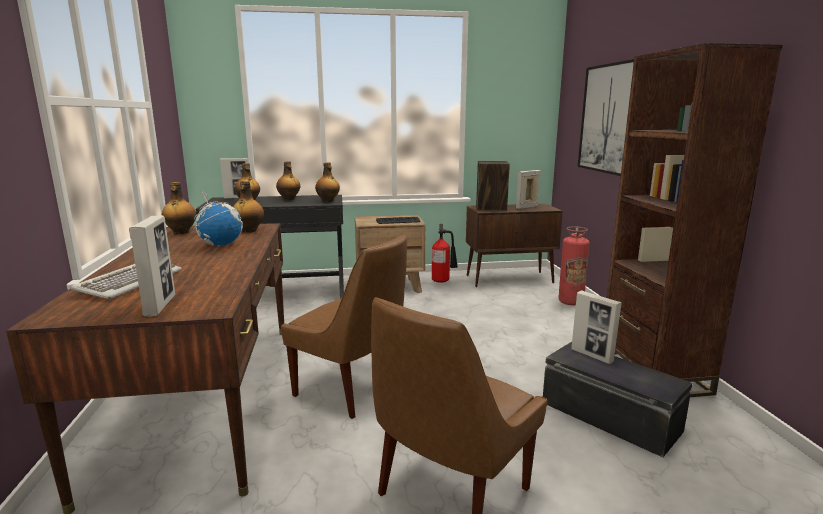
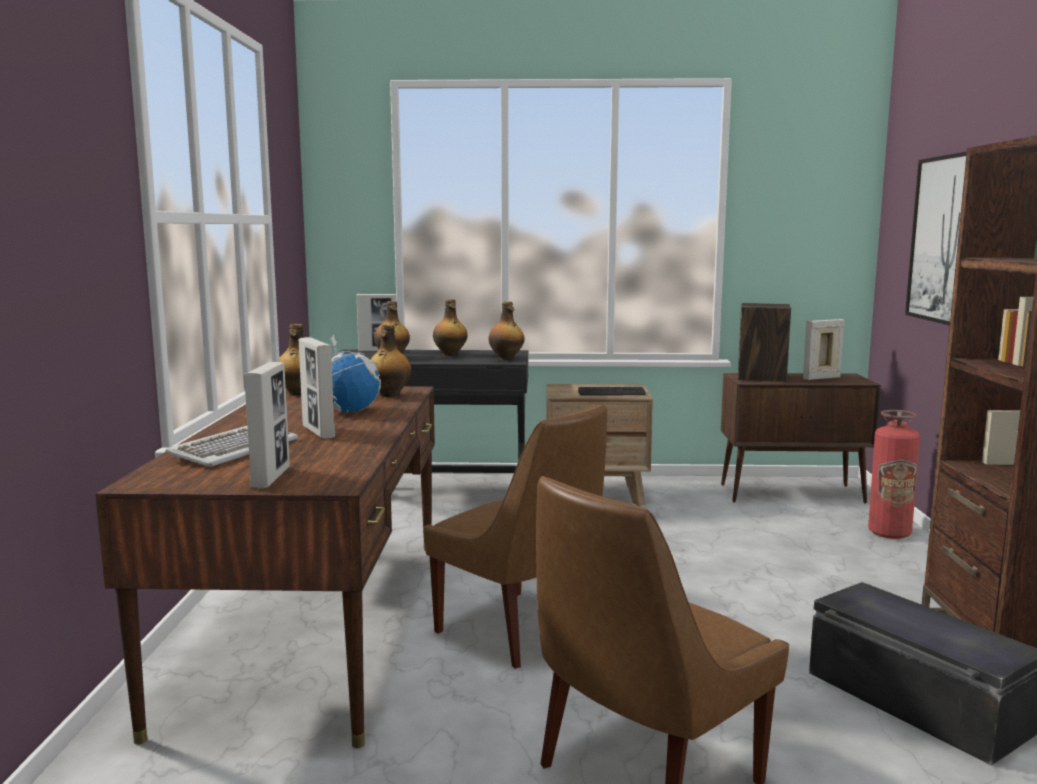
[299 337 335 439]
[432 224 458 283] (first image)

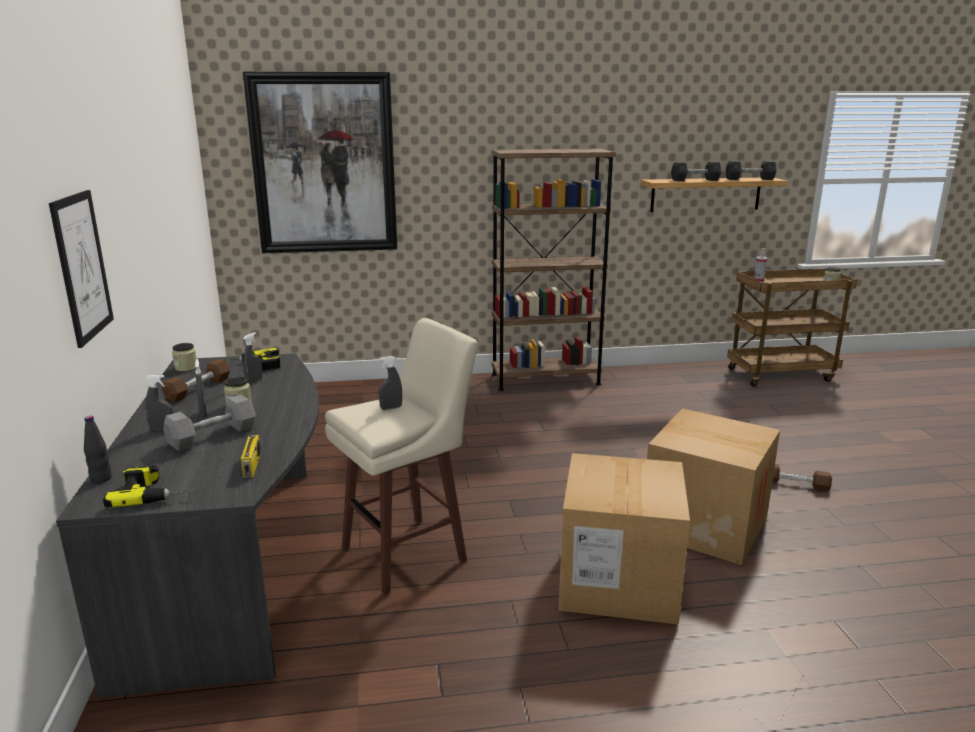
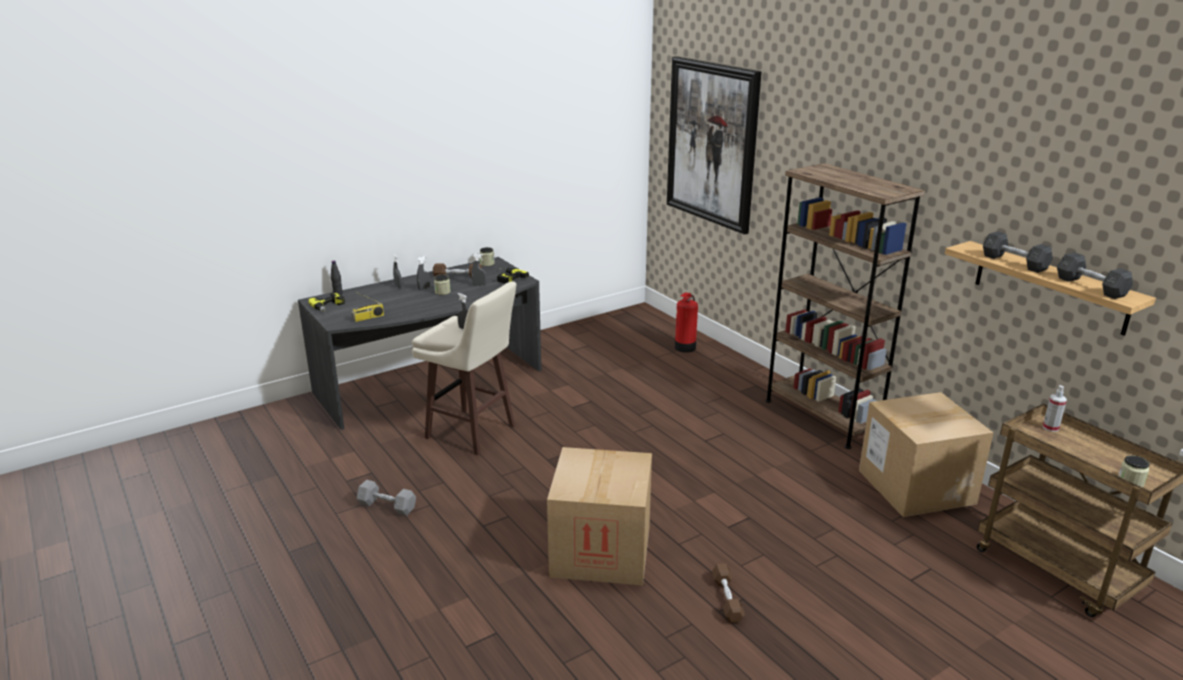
[357 480 416 516]
[675 292 698 353]
[859 392 993 517]
[49 190 114 348] (first image)

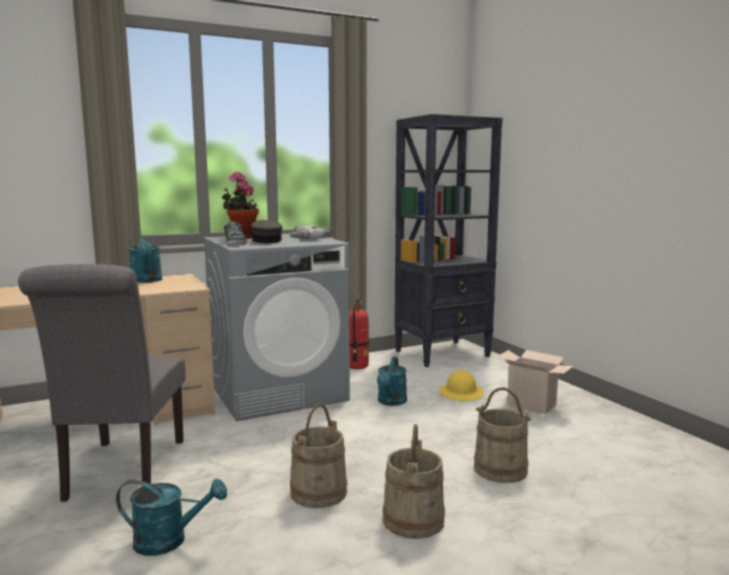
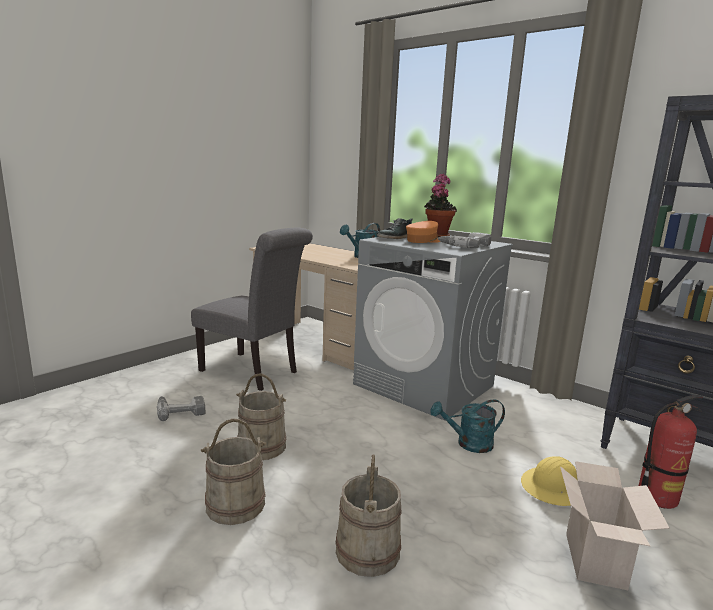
[157 396 205 421]
[191 228 313 391]
[406 221 441 243]
[638 395 703 509]

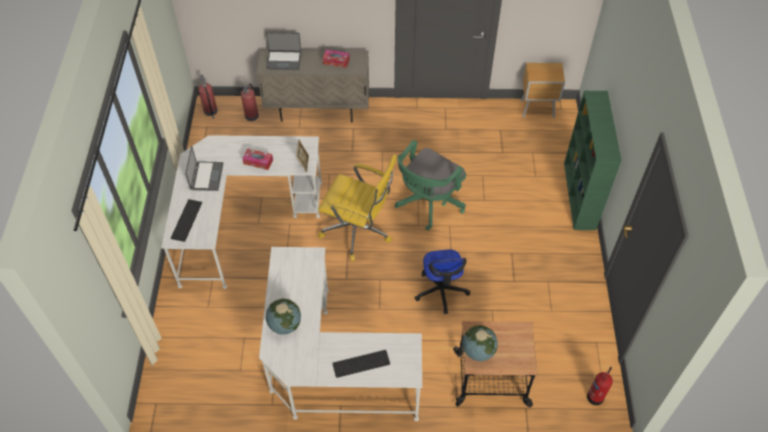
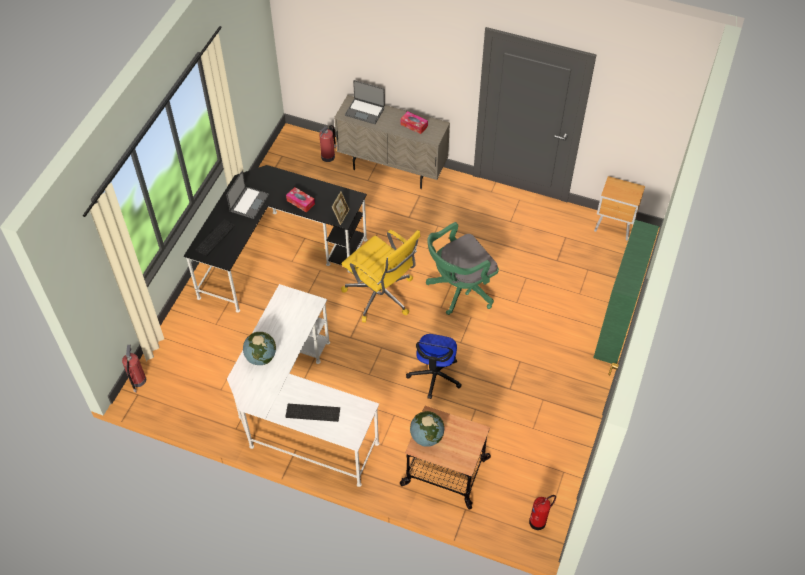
[122 345 146 393]
[184 165 367 313]

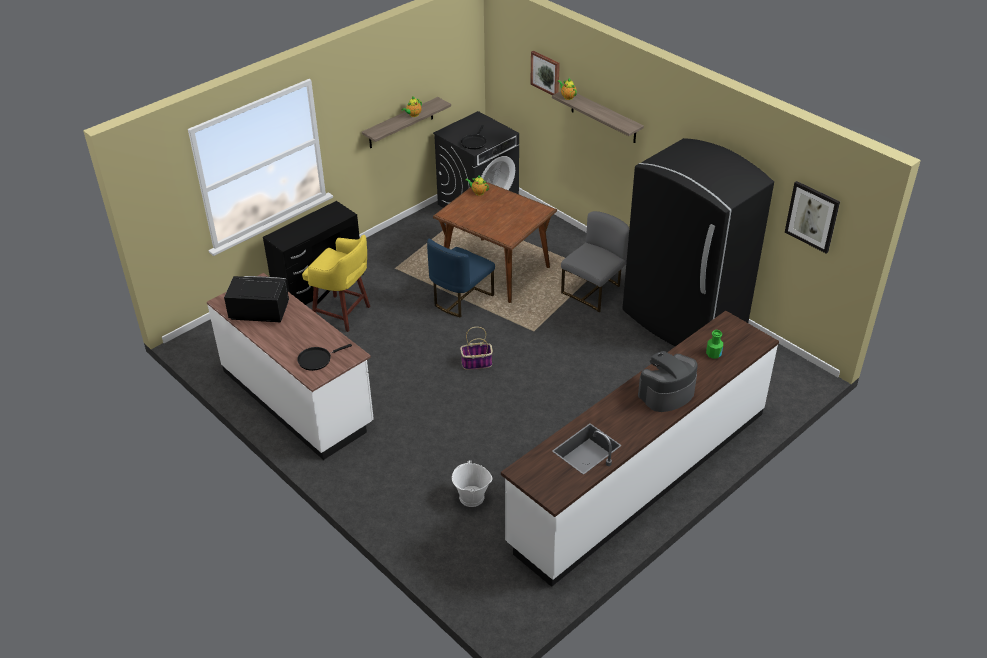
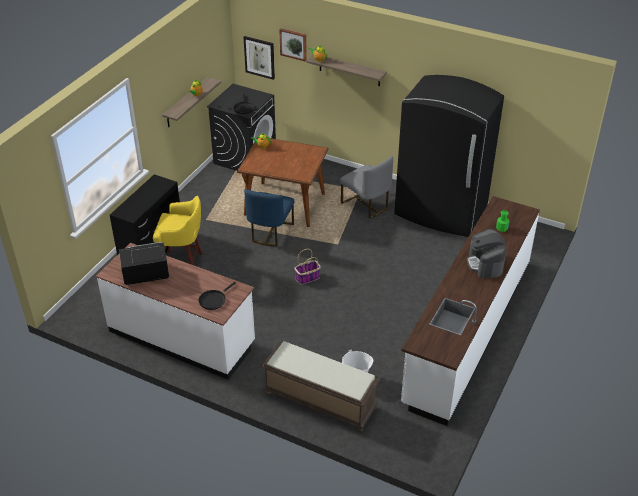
[244 36 275 80]
[262 341 380 432]
[340 156 393 218]
[467 229 506 278]

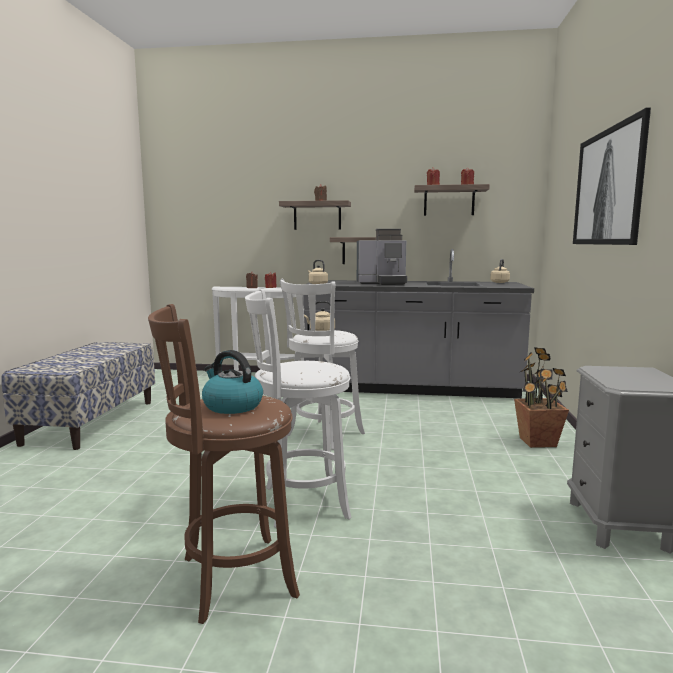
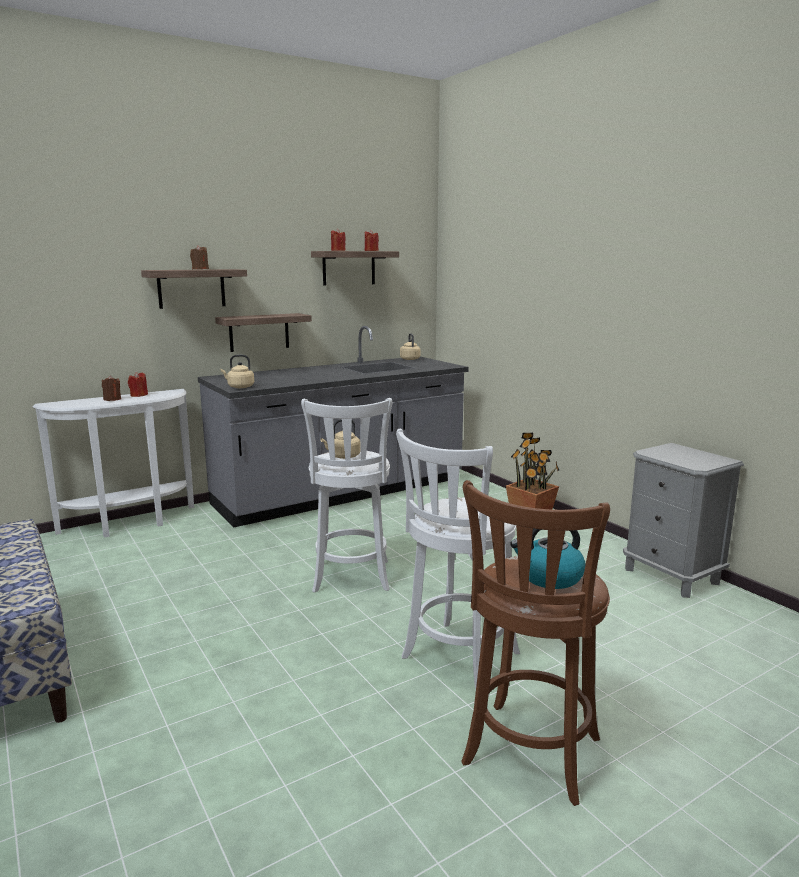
[357 229 407 285] (first image)
[573 107 651 245] (first image)

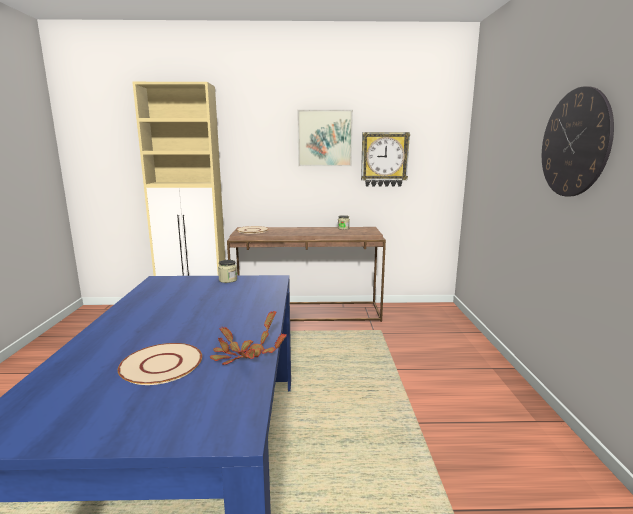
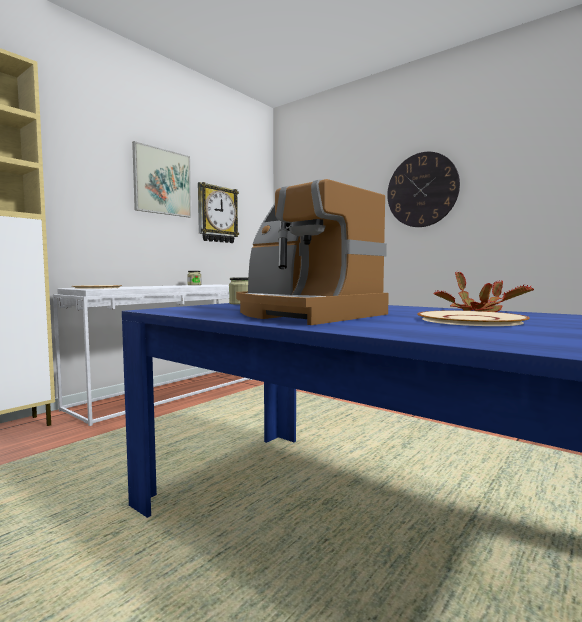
[53 285 252 426]
[236 179 389 325]

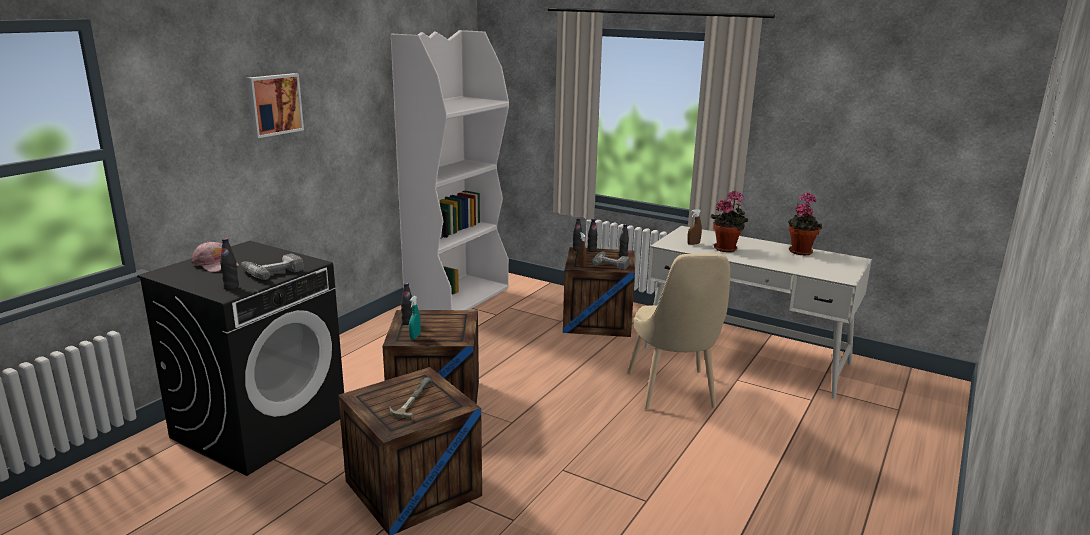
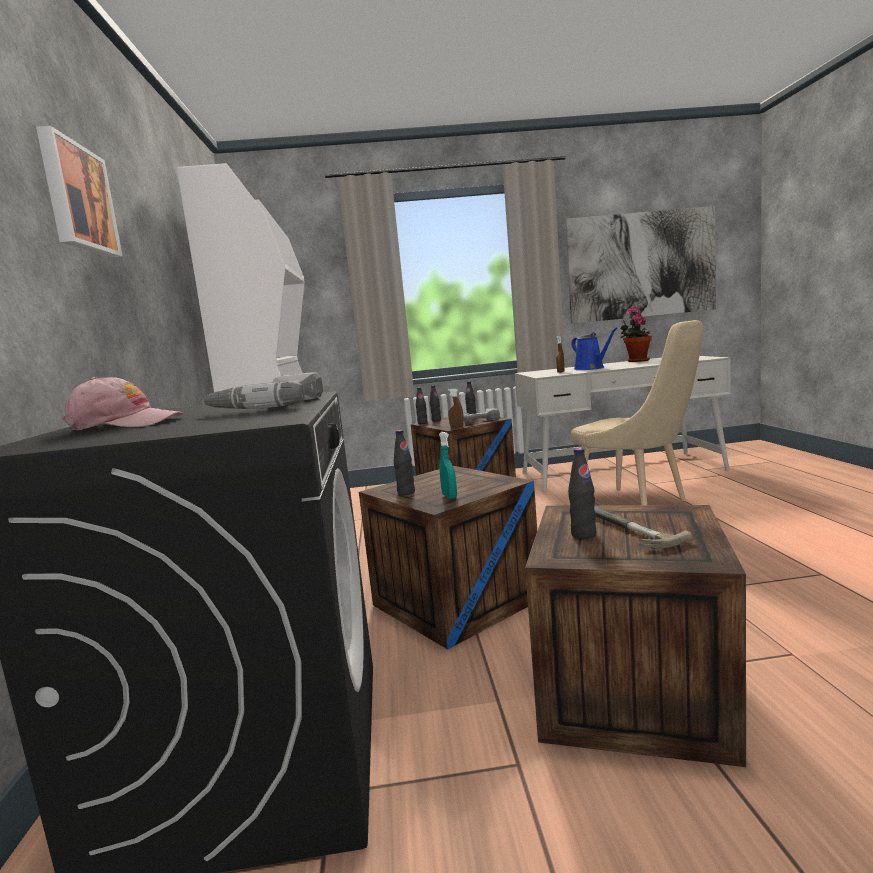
[565 206 716 324]
[568 448 596 539]
[571 328 618 370]

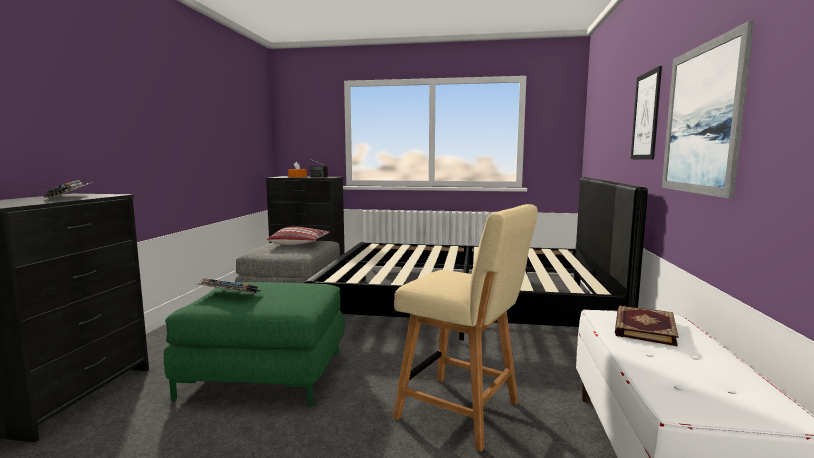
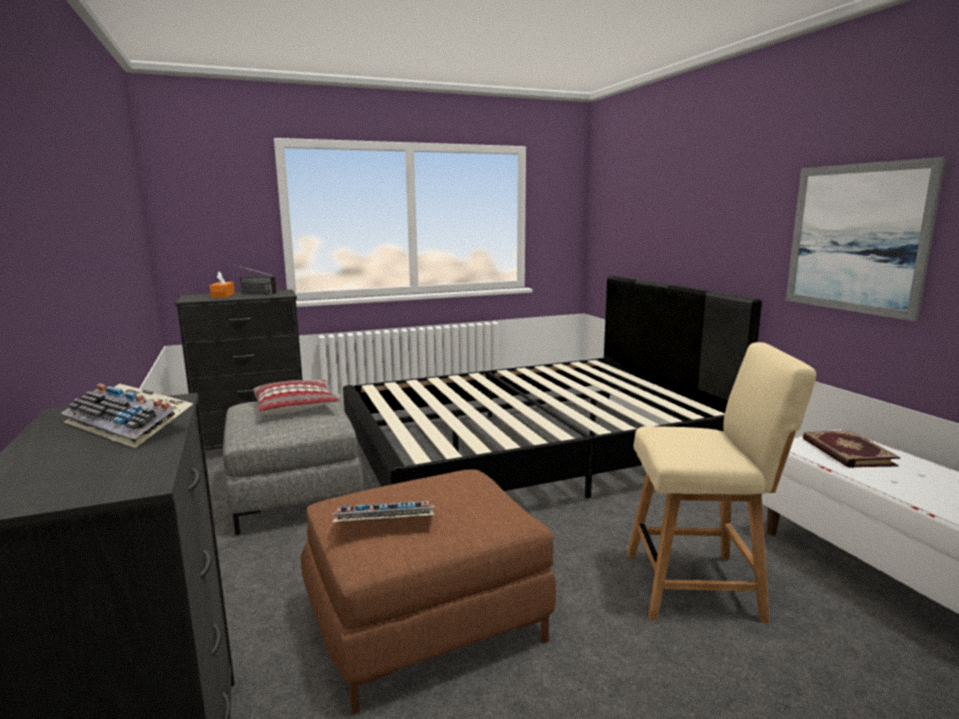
[301 470 556 715]
[631 66 662 160] (first image)

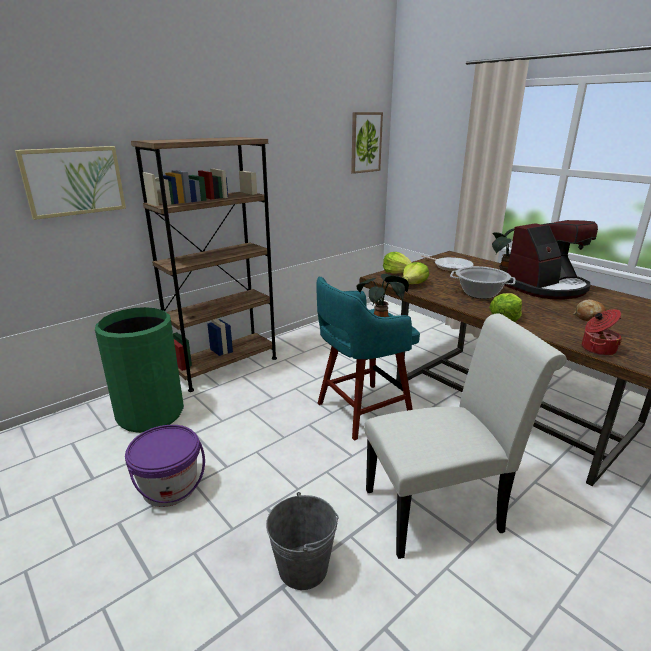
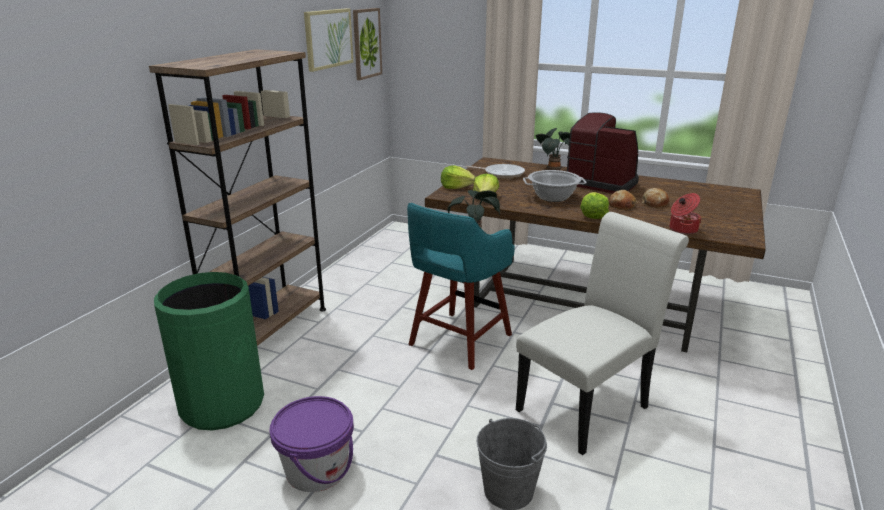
[304 8 353 72]
[567 112 639 194]
[609 190 637 210]

